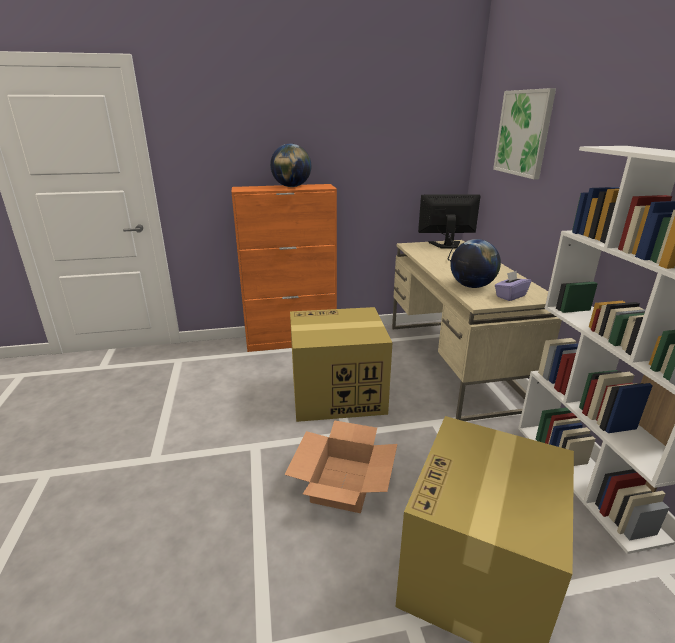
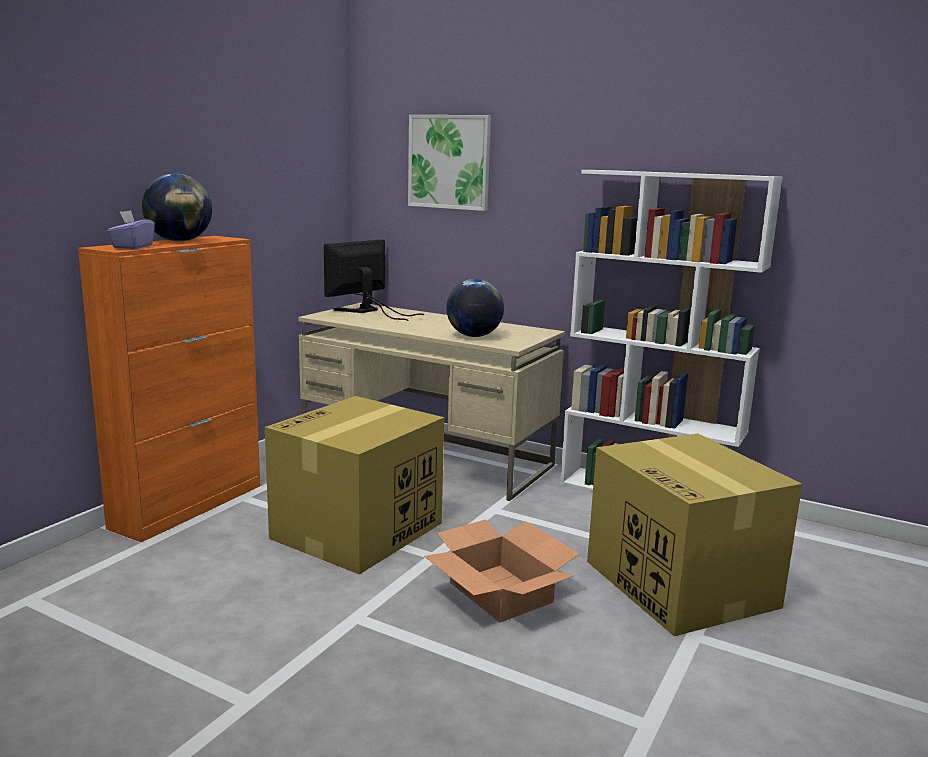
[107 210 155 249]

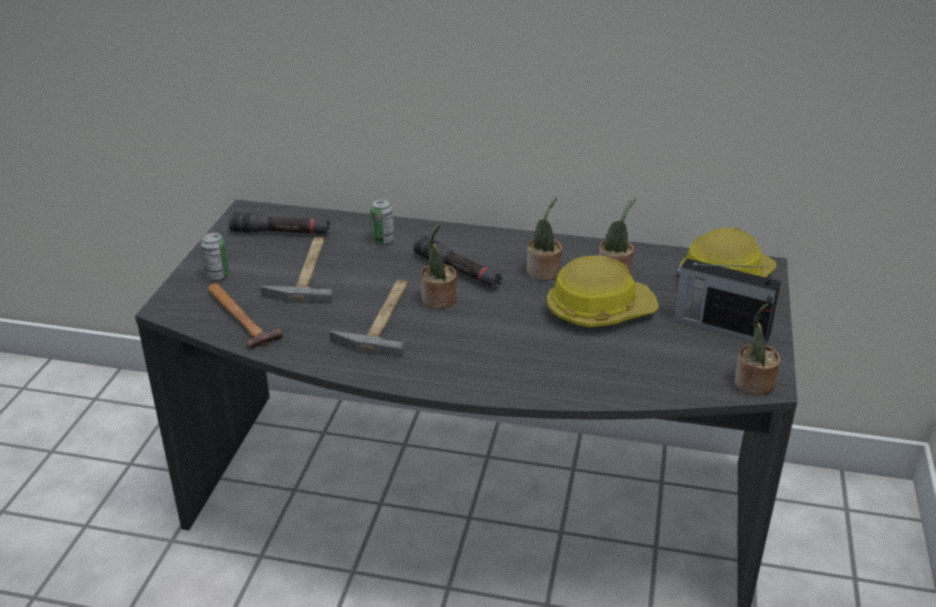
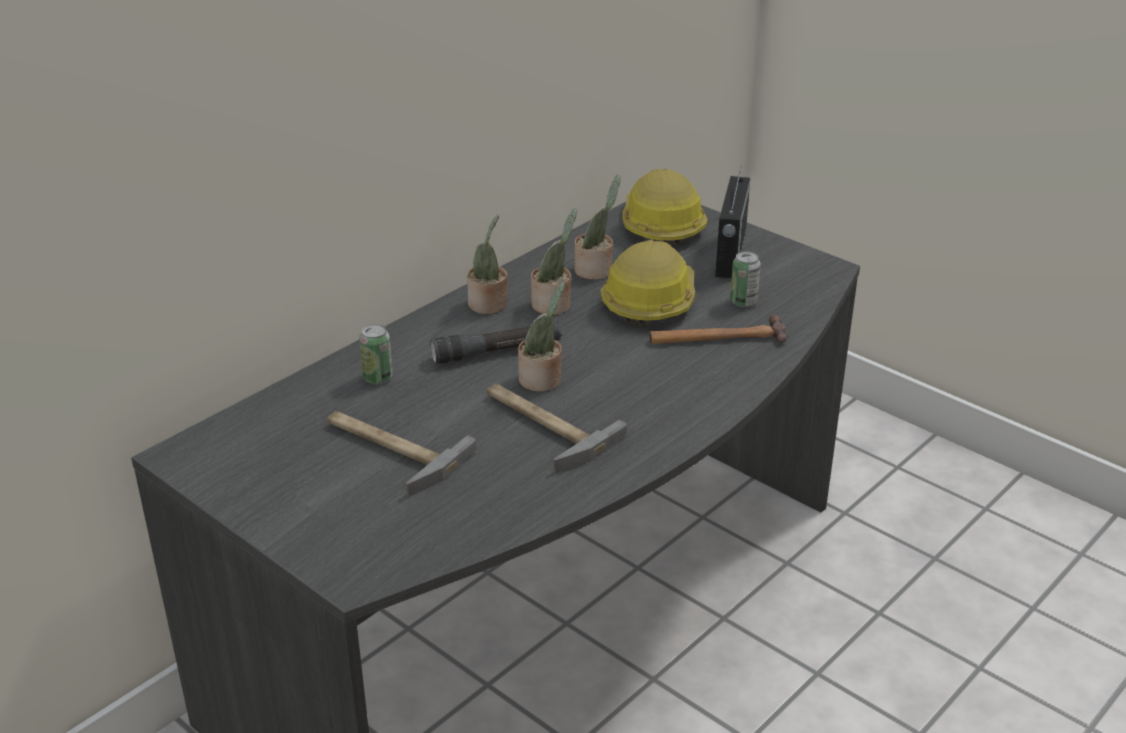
[467 215 508 314]
[649 315 787 344]
[715 165 750 279]
[730 252 761 307]
[229 212 331 234] (first image)

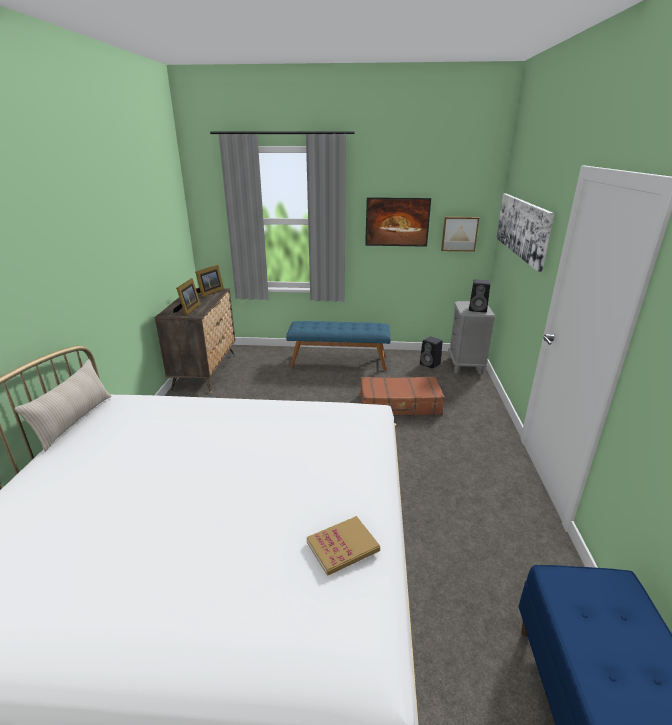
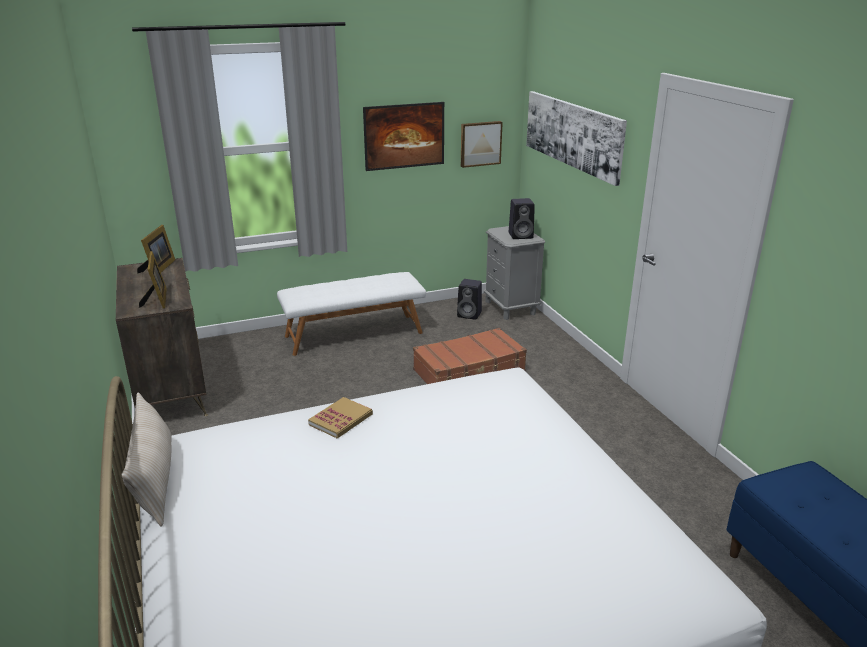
[277 272 426 356]
[308 397 373 439]

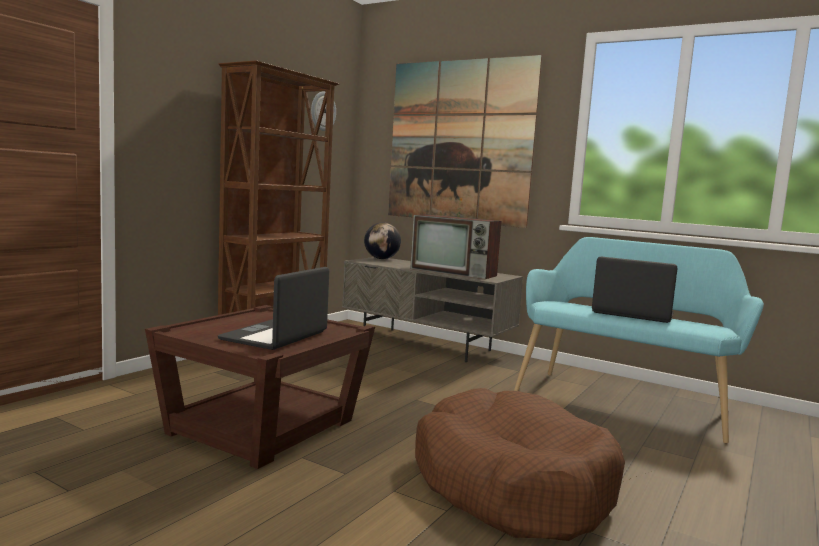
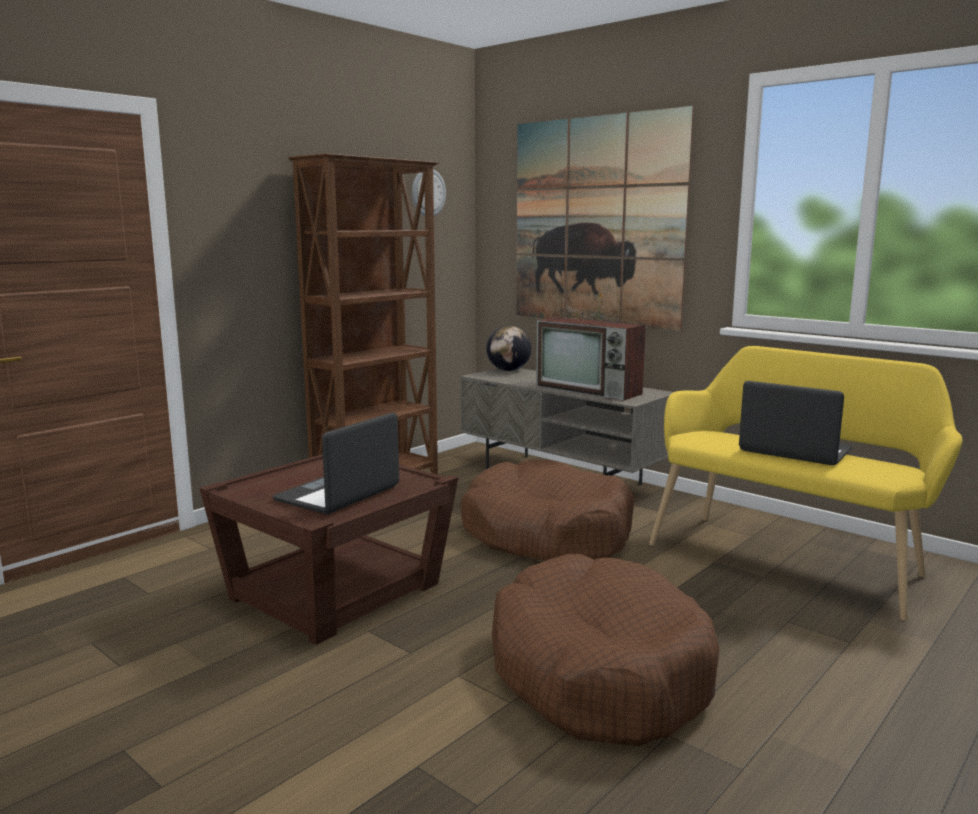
[461 460 635 561]
[649 346 963 621]

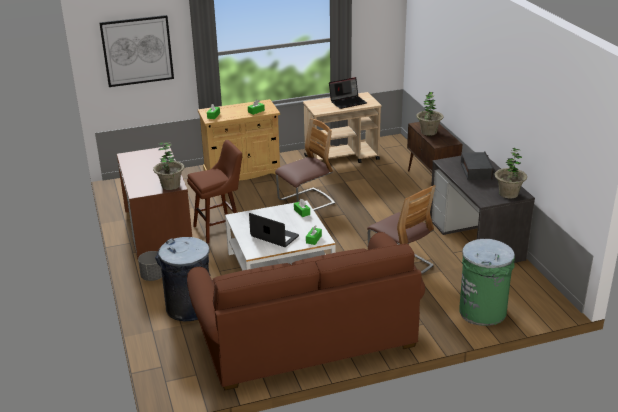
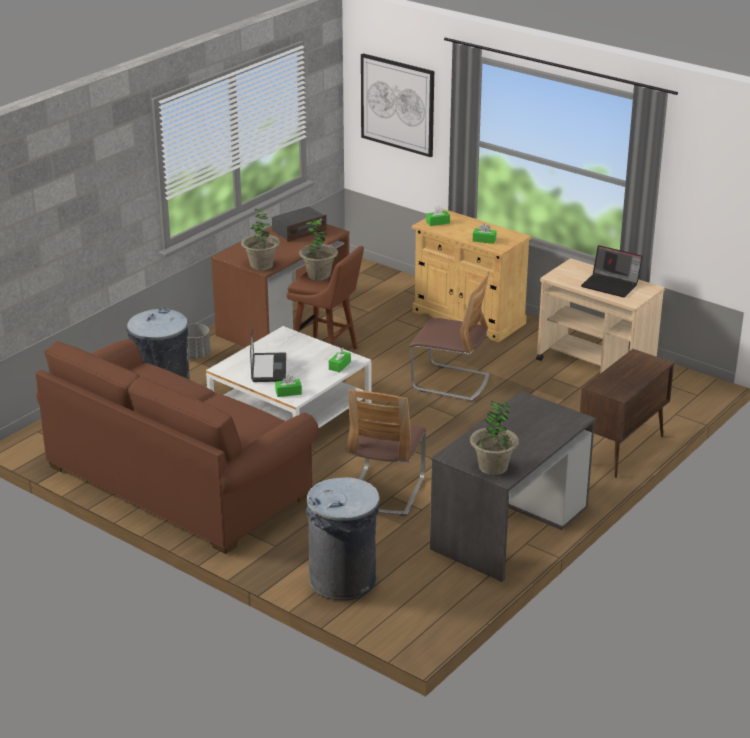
[272 206 327 242]
[299 218 338 280]
[306 477 380 600]

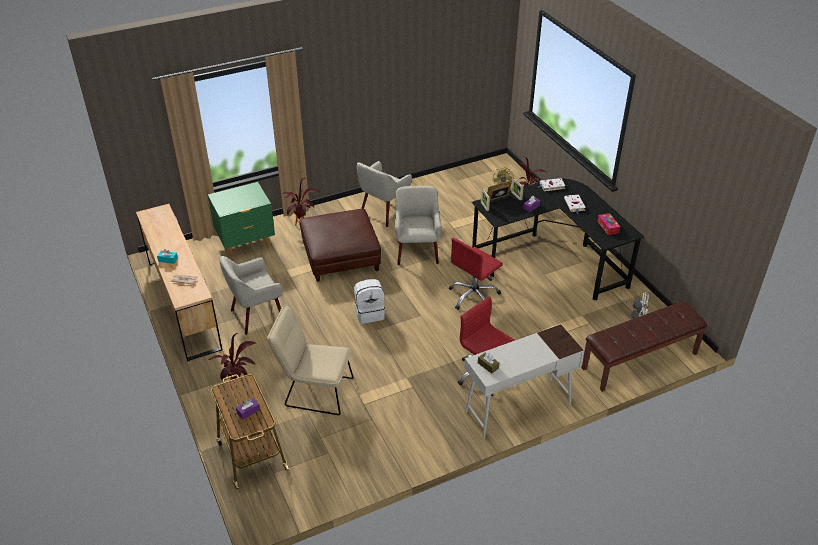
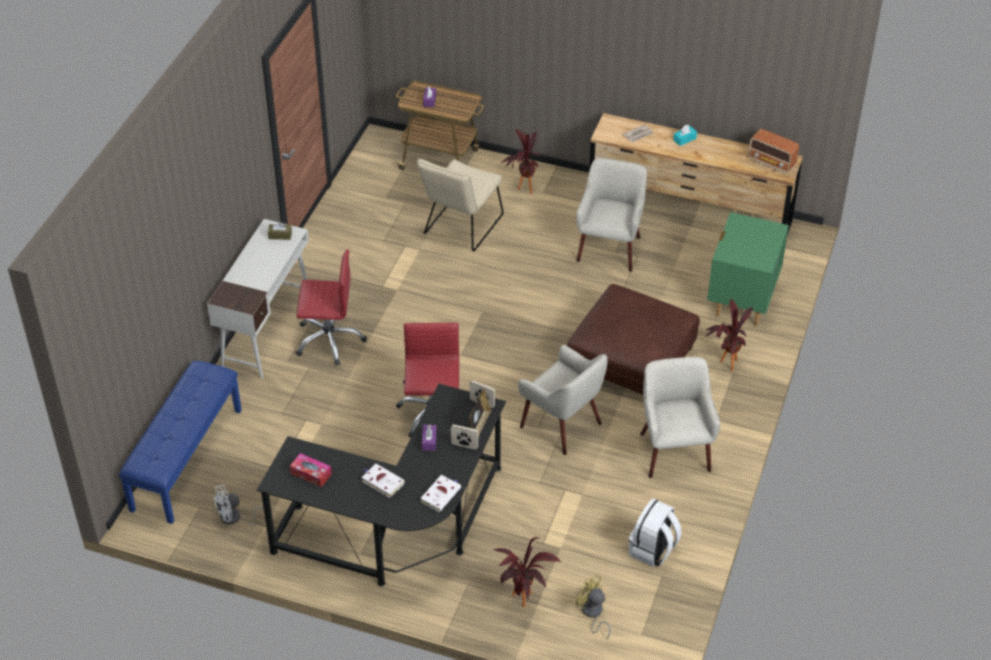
[119 361 242 524]
[417 158 504 251]
[628 499 682 567]
[748 129 799 173]

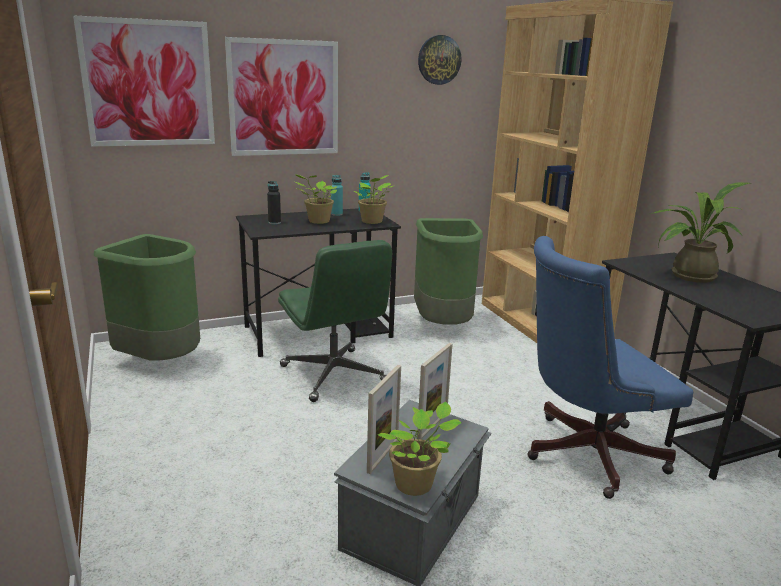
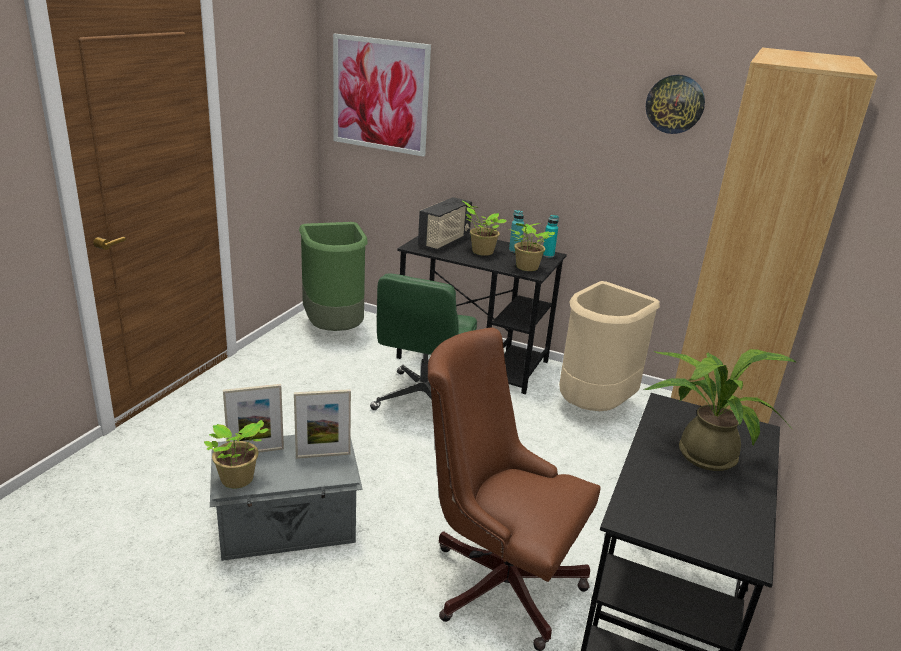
[418 197 472 250]
[428 327 601 651]
[559 281 660 411]
[225 37 338 156] (first image)

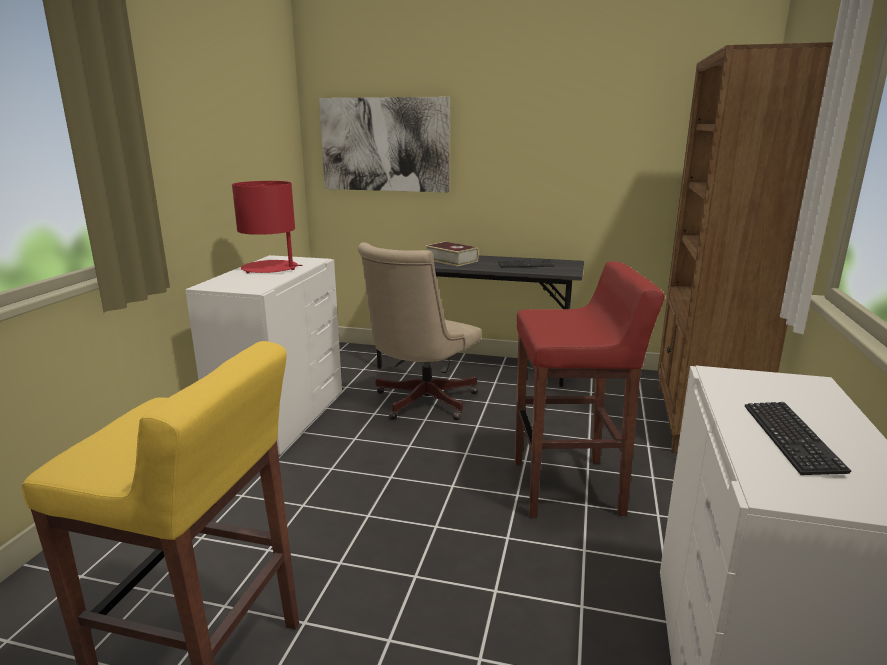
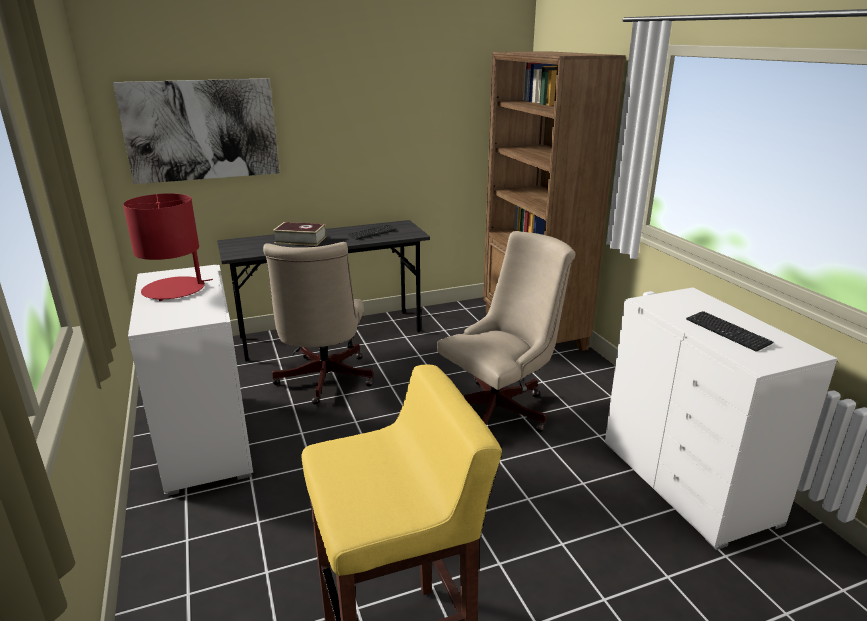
[437 231 575 432]

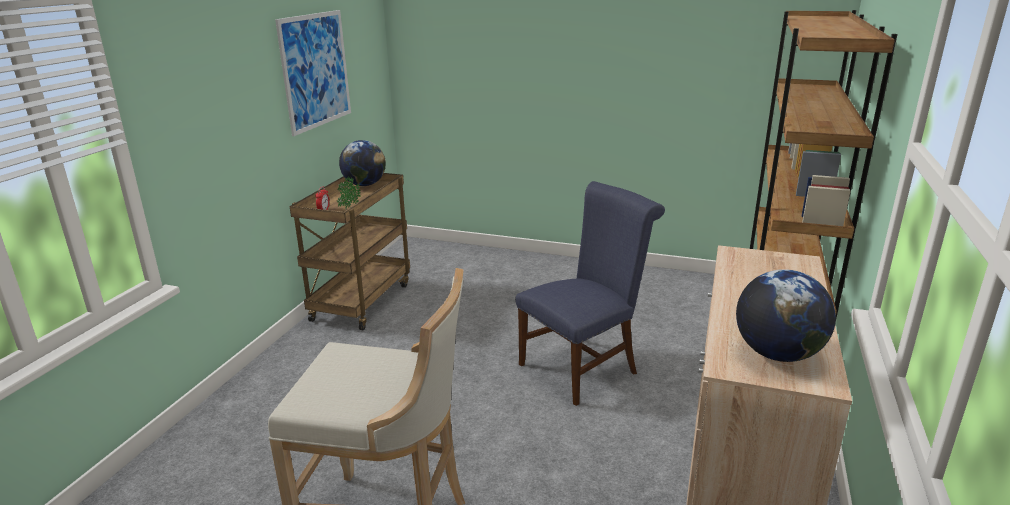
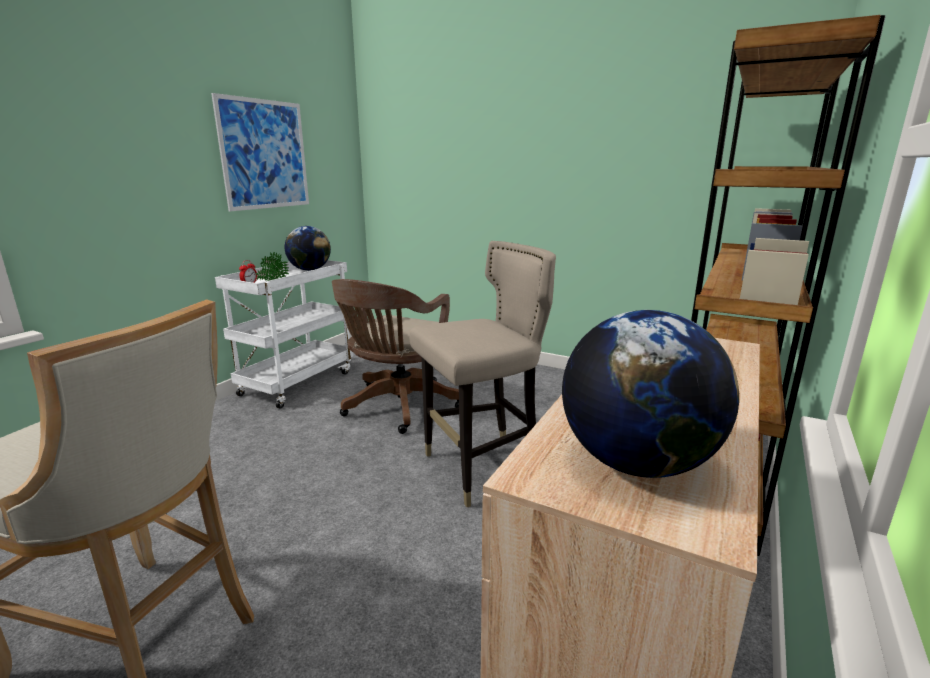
[215 260 354 409]
[332 279 459 434]
[409 241 556 507]

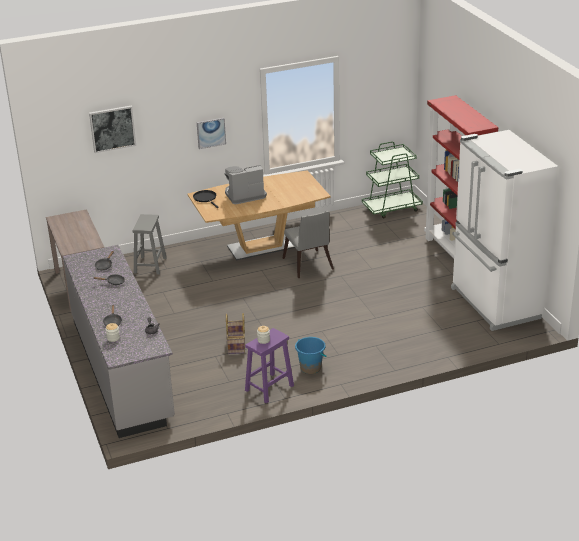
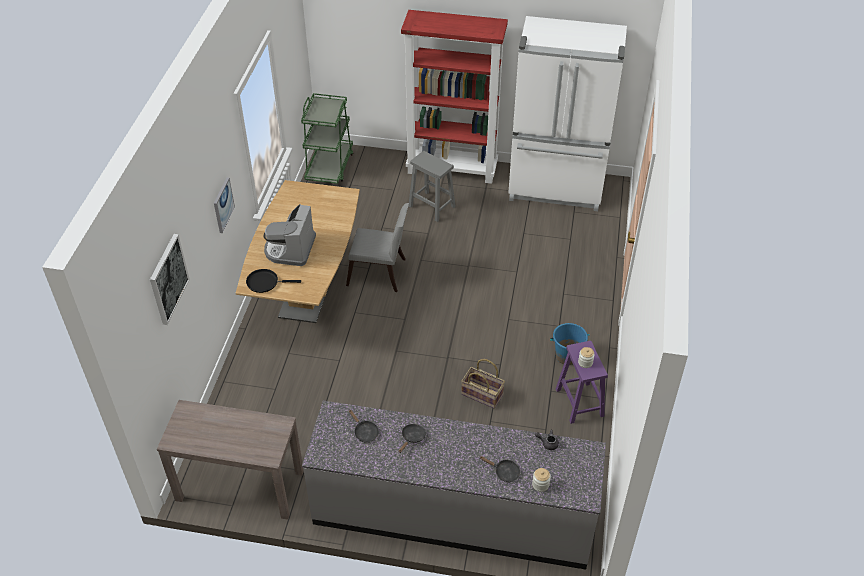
[408 151 456 222]

